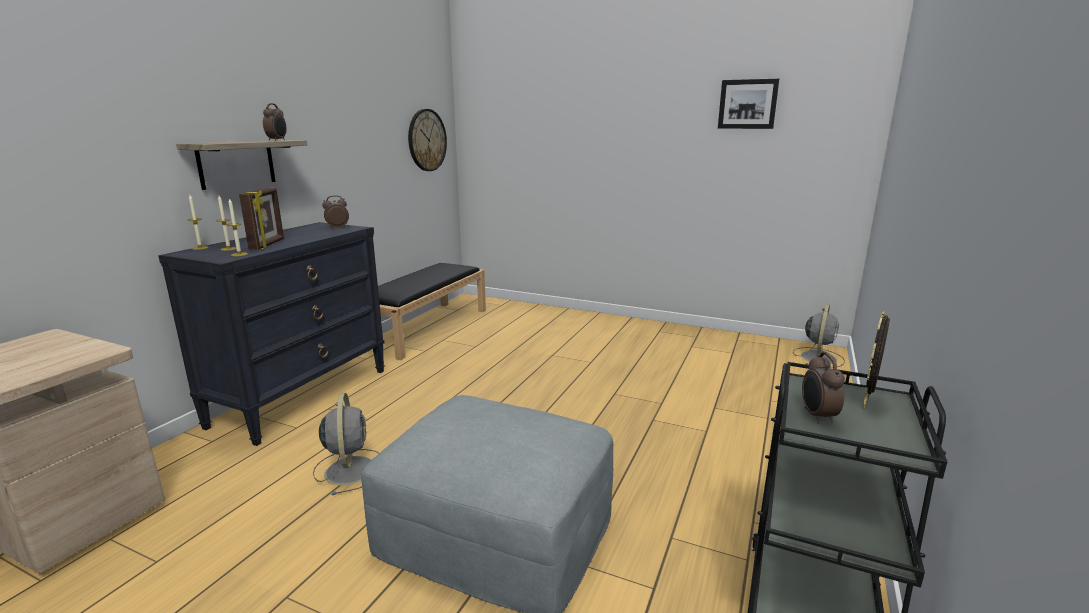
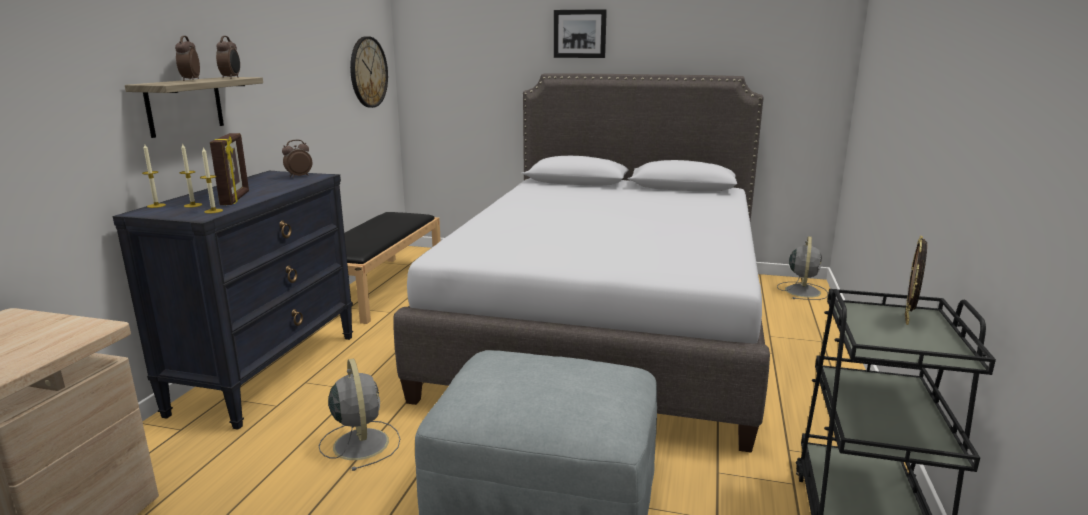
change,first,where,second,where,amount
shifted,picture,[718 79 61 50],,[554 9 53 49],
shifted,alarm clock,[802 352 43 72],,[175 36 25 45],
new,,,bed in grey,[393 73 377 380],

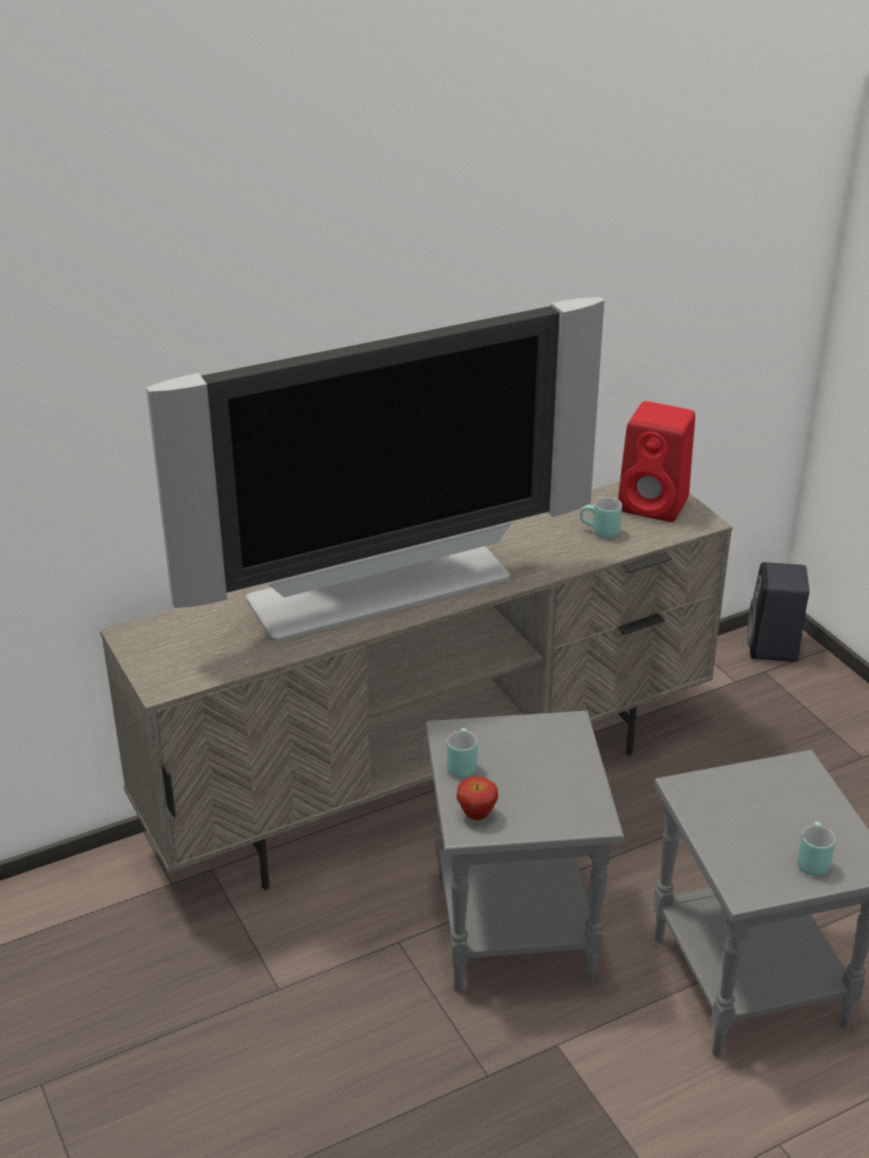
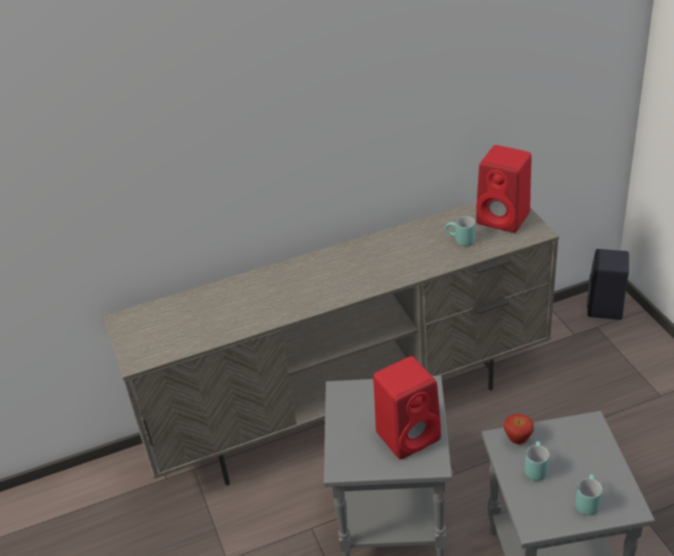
change,first,where,second,where,amount
gone,television,[146 297 458 345],,,
shifted,mug in turquoise,[447 728 31 50],,[525 441 25 40],
shifted,apple,[457 777 41 43],,[504 414 30 30],
new,,,speaker in red,[373 356 68 103],

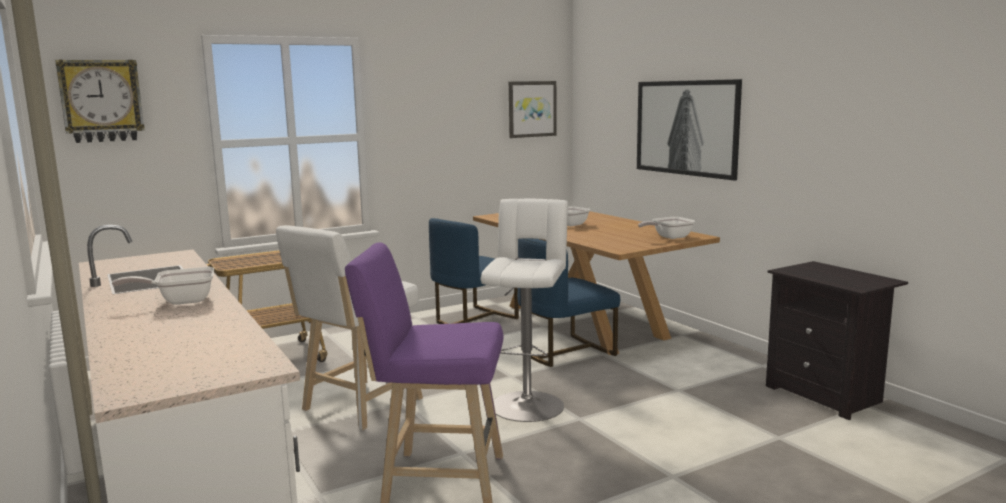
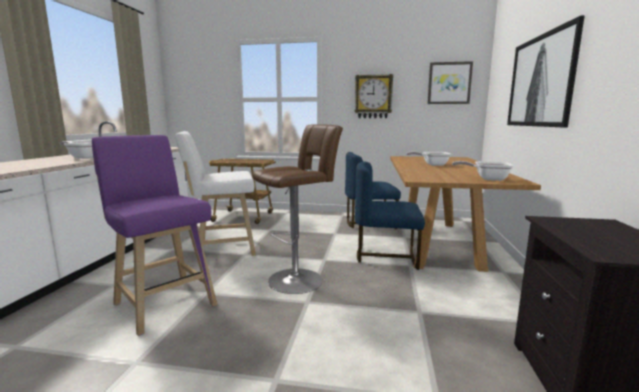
change,first,where,second,where,amount
shifted,wall clock,[55 59 90 84],,[355 74 38 44],
repainted,stool in white,[481 199 87 223],stool in brown,[253 124 90 170],

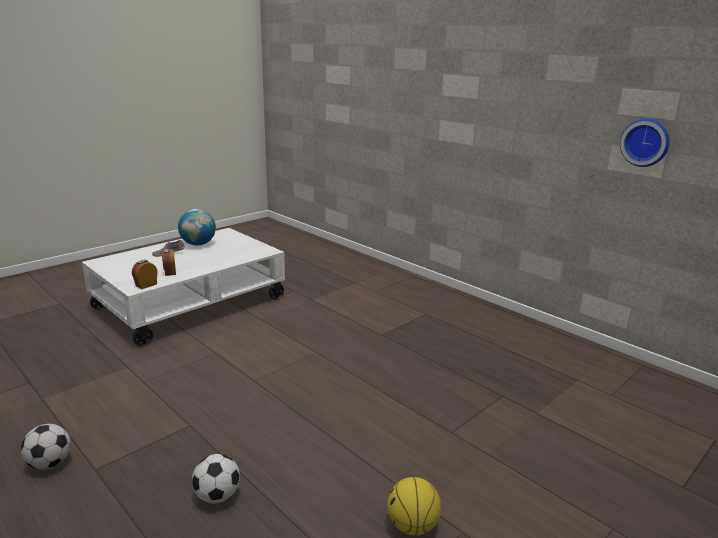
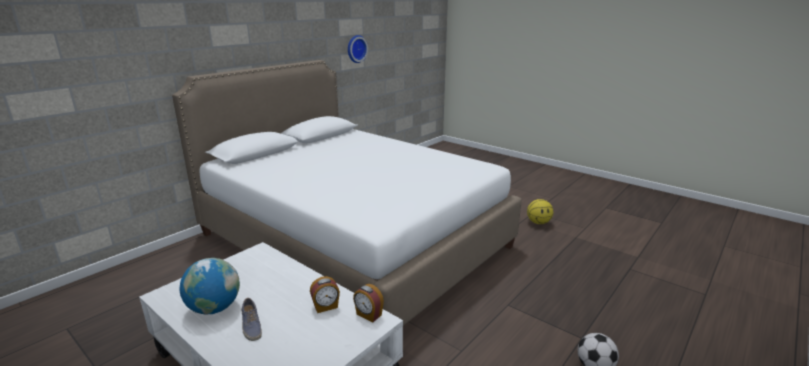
change,first,where,second,where,amount
gone,football,[192 454 48 50],,,
new,,,bed in white,[172 60 350 266],

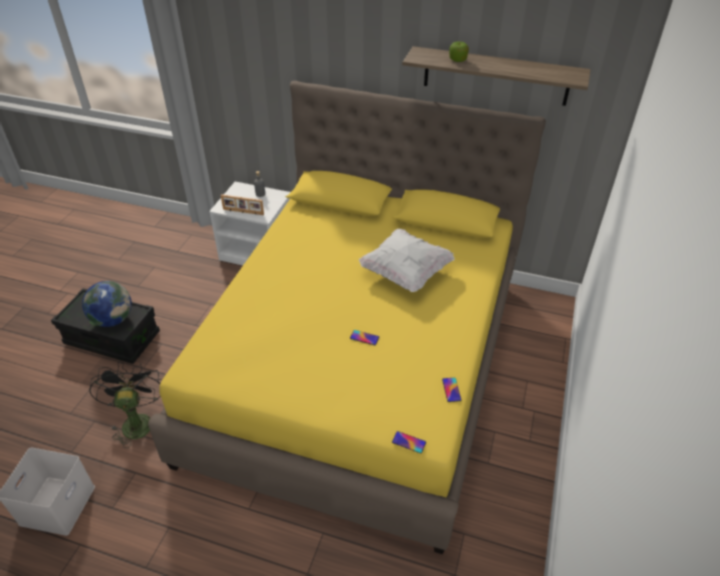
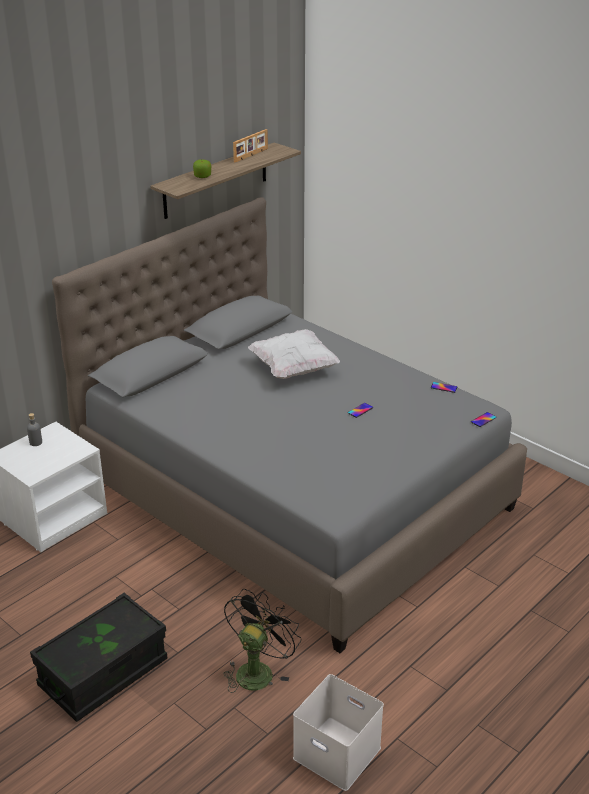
change,first,where,second,where,amount
gone,globe,[82 281 50 46],,,
rotated,fan in black,[89 362 73 86],,[223 589 78 104],105 degrees clockwise
repainted,bed in yellow,[148 81 398 473],bed in grey,[52 197 475 456],
shifted,picture frame,[221 194 43 21],,[233 129 35 33],

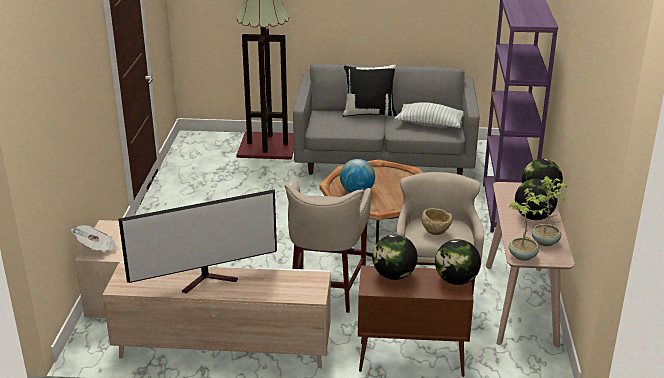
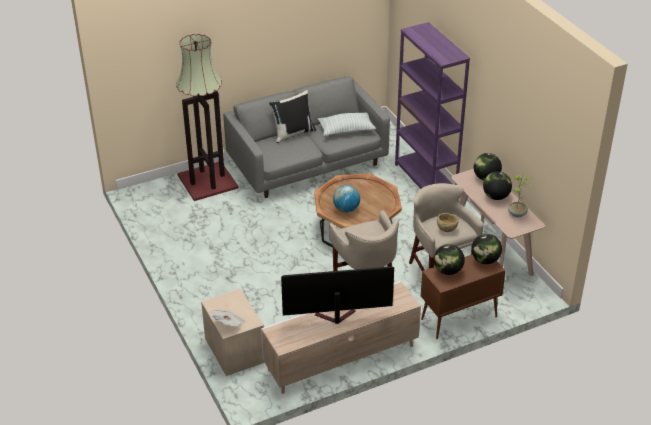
change,first,where,second,where,amount
rotated,television,[119 189 158 105],,[281 266 113 58],135 degrees counterclockwise
gone,potted plant,[508 188 45 73],,,

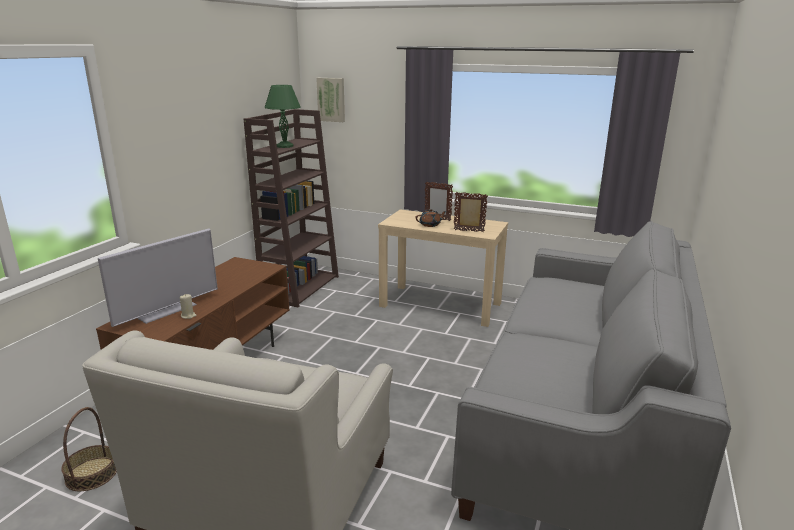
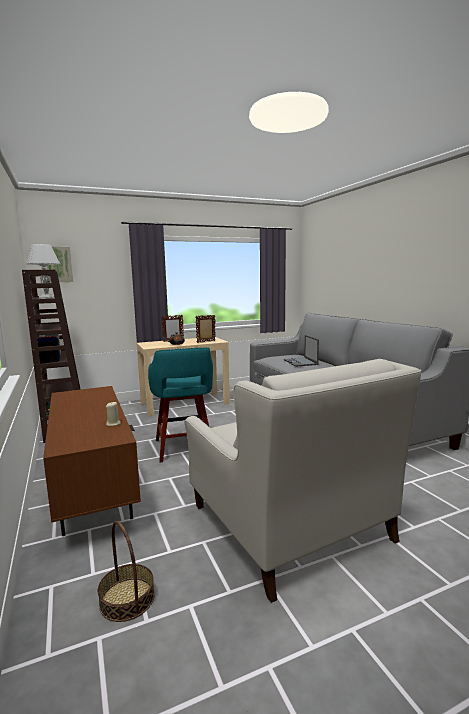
change,first,where,second,where,amount
gone,television,[98 228 120 99],,,
repainted,table lamp in green,[264 85 36 63],table lamp in white,[26 244 34 55],
new,,,stool in turquoise,[148 347 65 116],
new,,,laptop,[284 335 35 32],

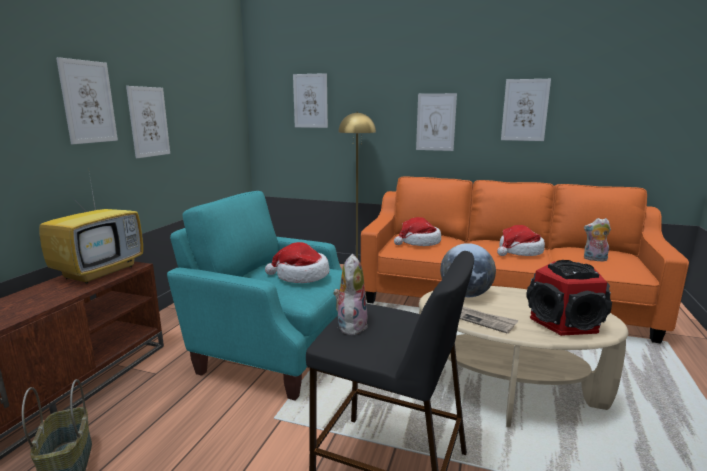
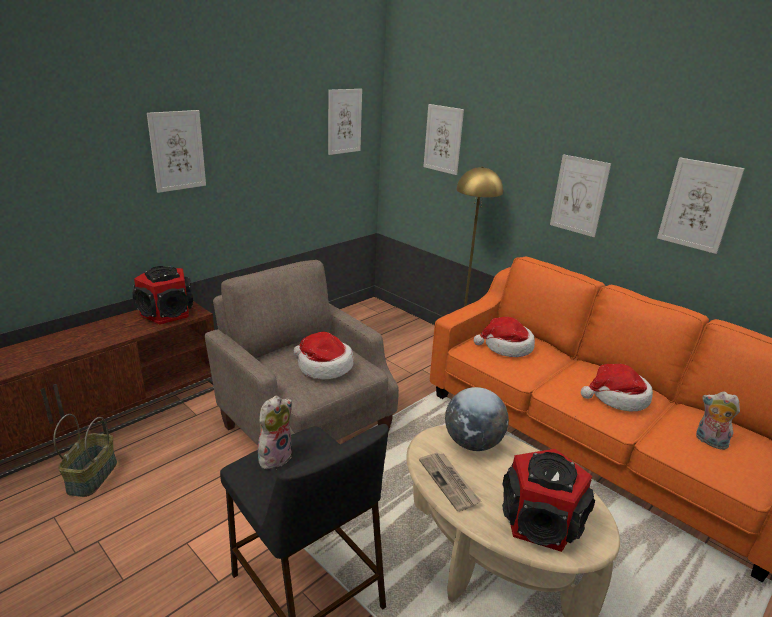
change,first,where,second,where,amount
swapped,television,[39 174 104 110],speaker,[132 266 61 58],
shifted,picture,[126 86 44 72],,[328 89 34 66],
repainted,armchair in turquoise,[167 191 175 210],armchair in beige,[205 260 194 186],

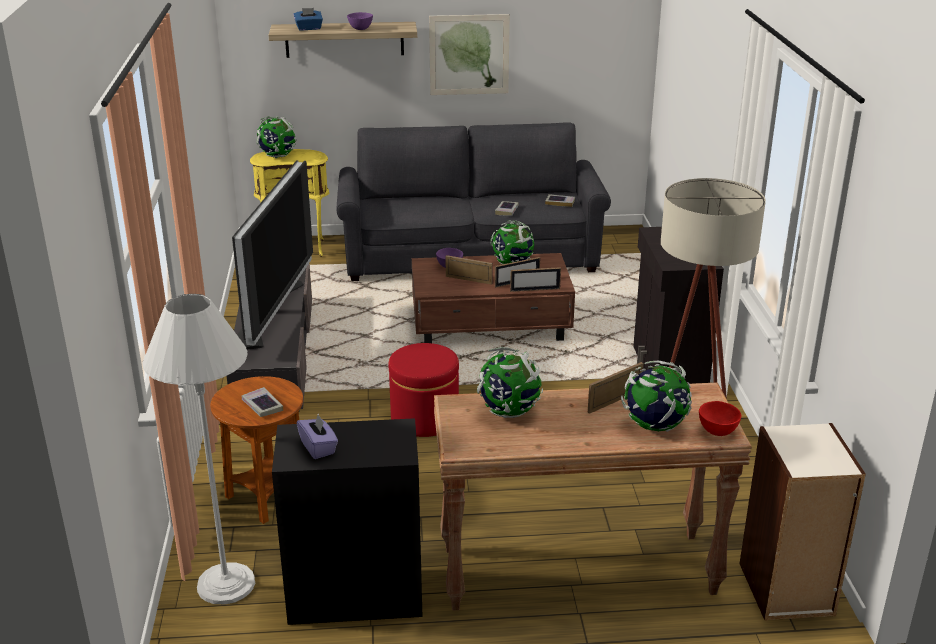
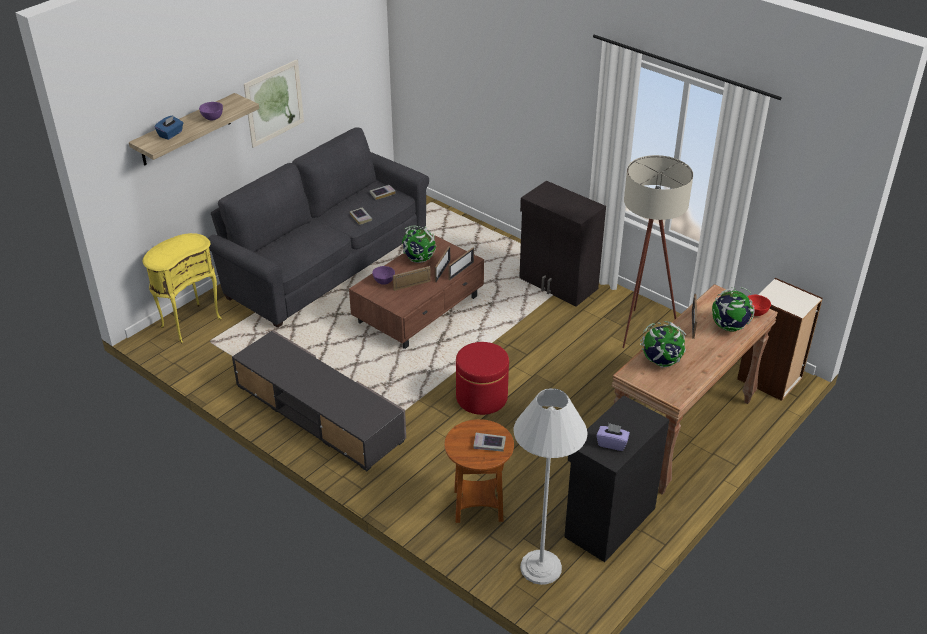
change,first,where,second,where,amount
gone,television,[232 160 81 190],,,
gone,globe,[257 116 40 42],,,

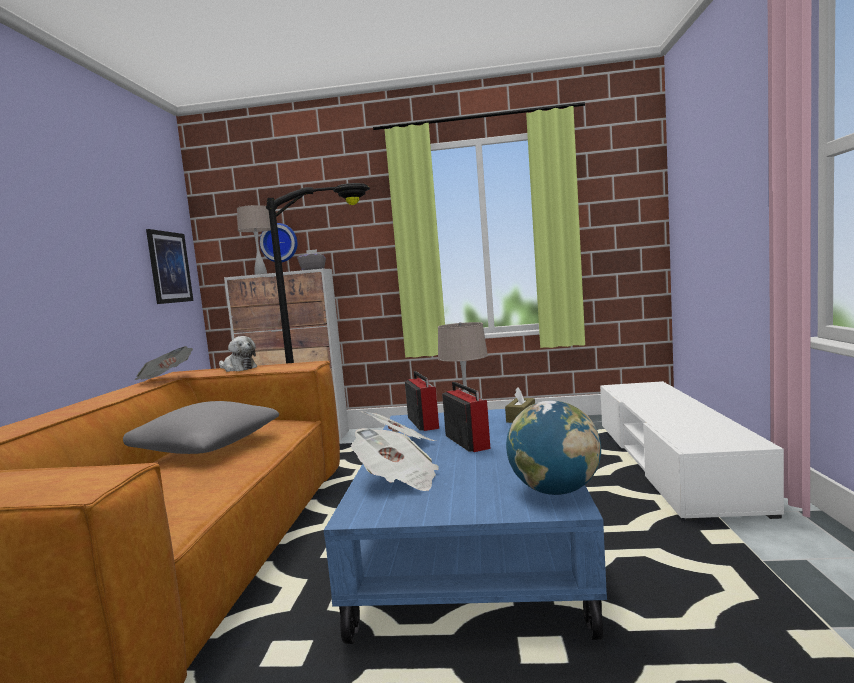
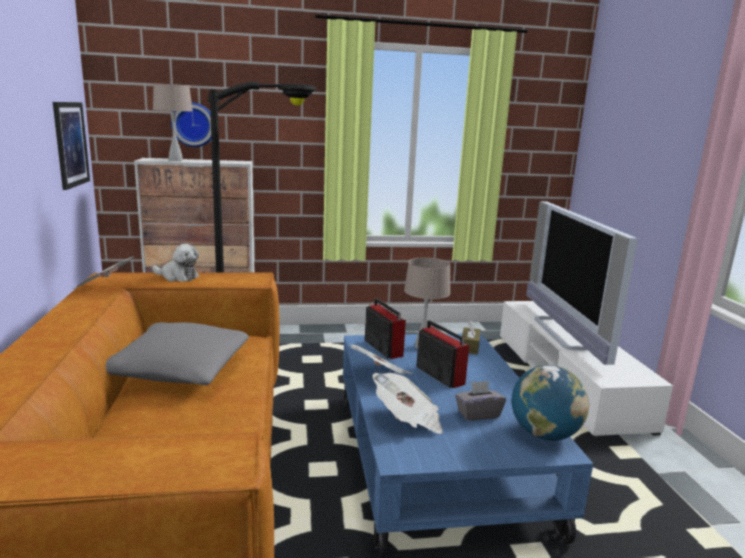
change,first,where,second,where,amount
shifted,tissue box in grey,[297 249 29 21],,[455 381 51 40],
new,,,television,[526 201 112 164],

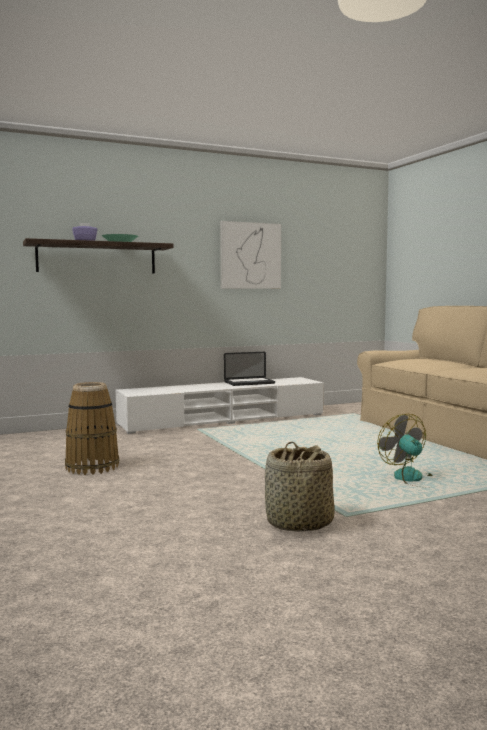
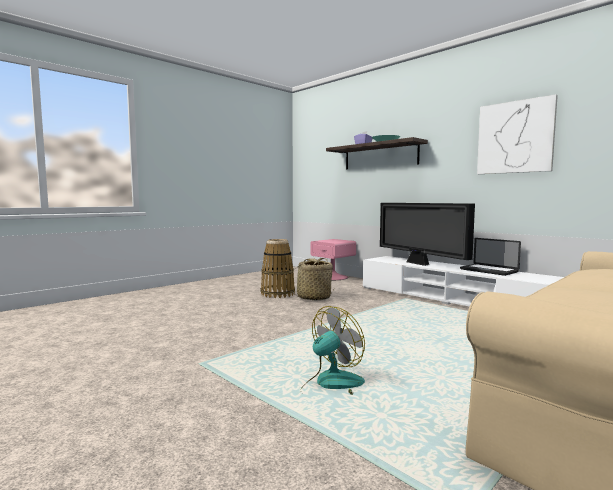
change,first,where,second,where,amount
shifted,basket,[265 442 70 90],,[291 258 42 42],
new,,,nightstand in pink,[310 239 46 41],
new,,,television,[380 203 95 63],

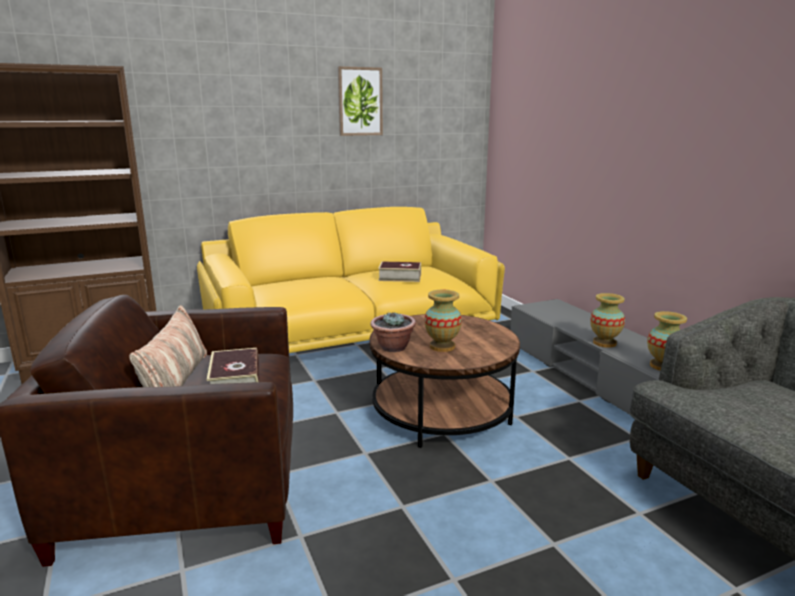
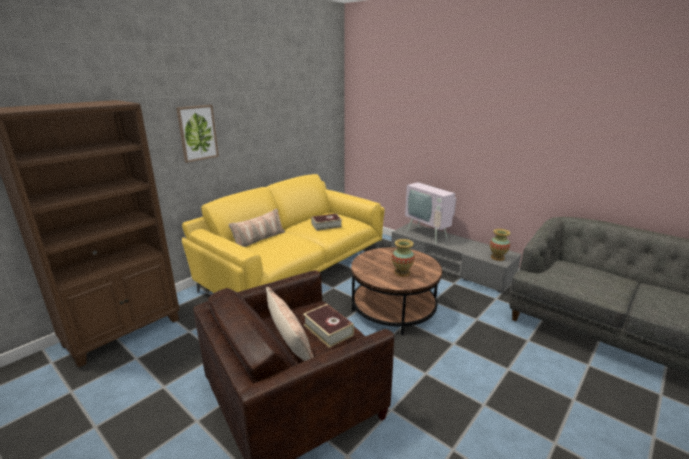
change,first,where,second,where,amount
shifted,picture,[338 66 45 70],,[176 105 43 58],
gone,potted plant,[370 312 46 40],,,
gone,vase,[590 293 35 55],,,
new,,,pillow,[229 208 56 39],
new,,,television,[405 164 51 80],

